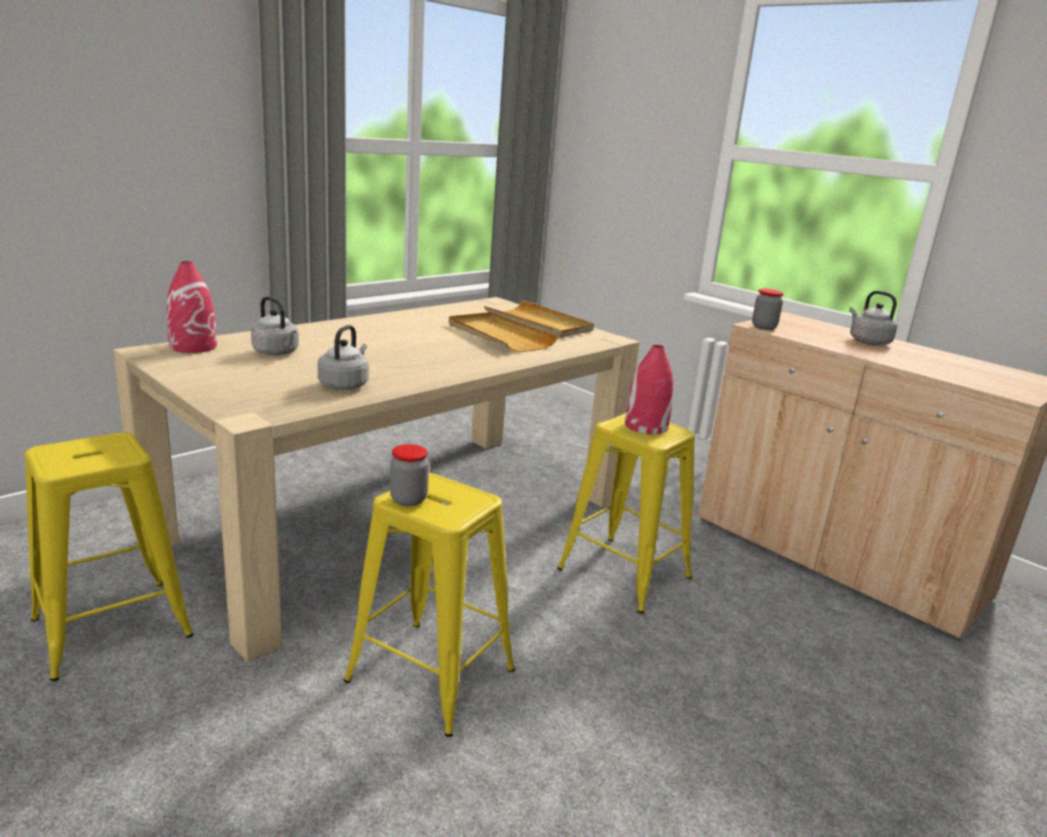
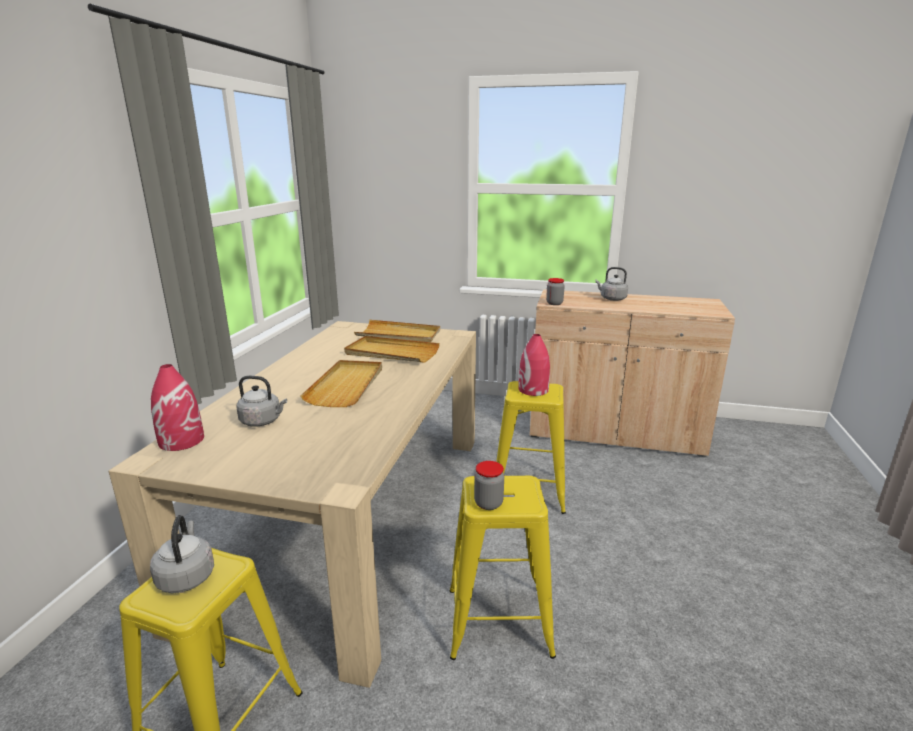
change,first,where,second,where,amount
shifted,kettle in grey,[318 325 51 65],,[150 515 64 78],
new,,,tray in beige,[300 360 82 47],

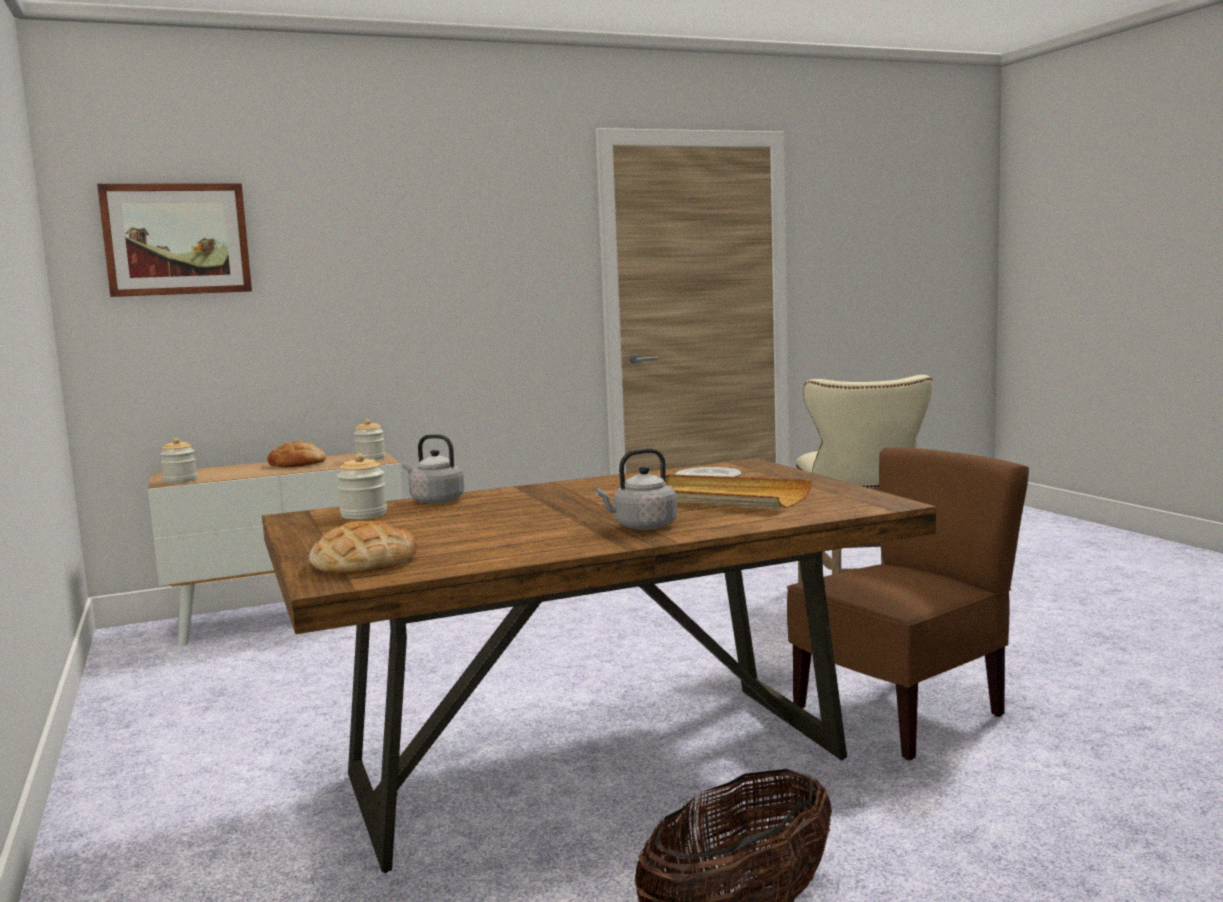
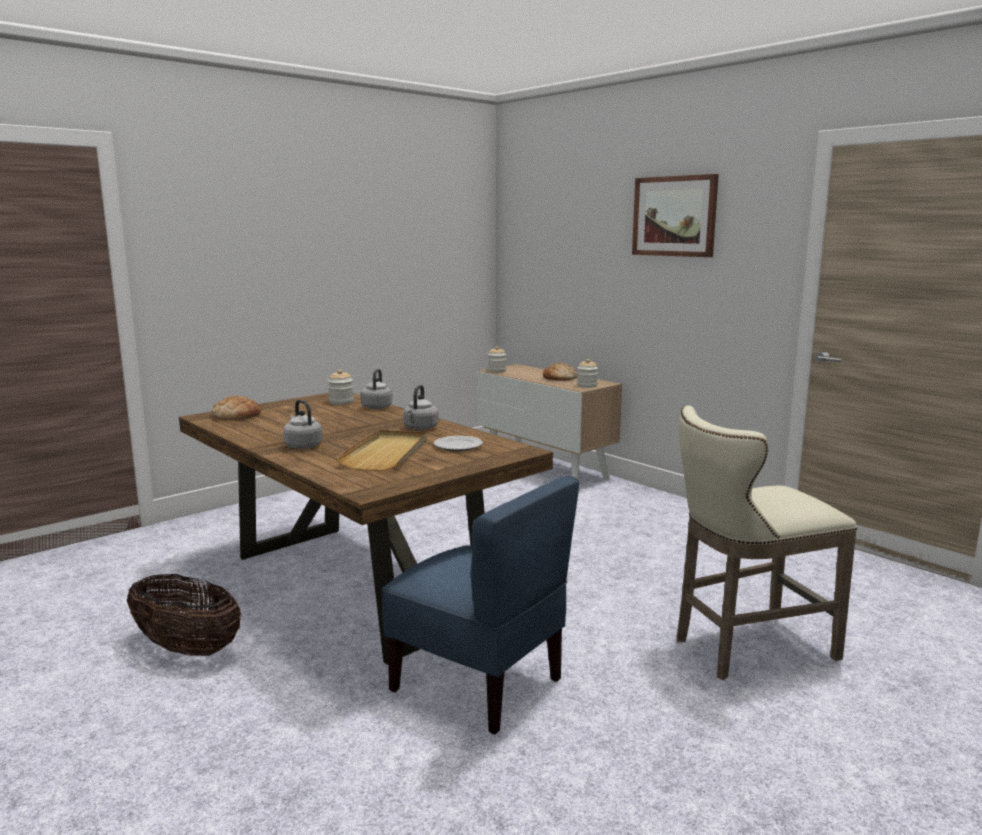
change,first,where,second,where,amount
shifted,picture,[97 183 155 114],,[632 174 87 83],
repainted,chair in brown,[787 447 242 314],chair in blue,[381 476 198 259],
new,,,kettle in grey,[403 385 36 45],

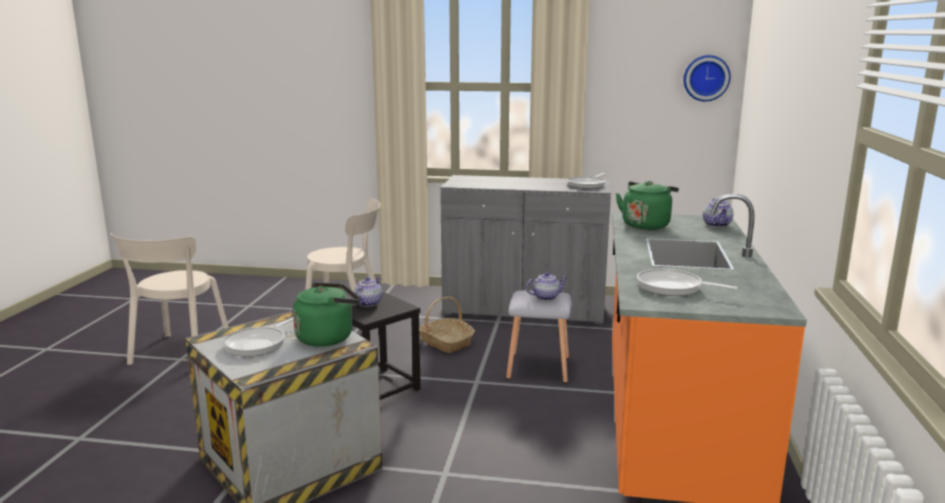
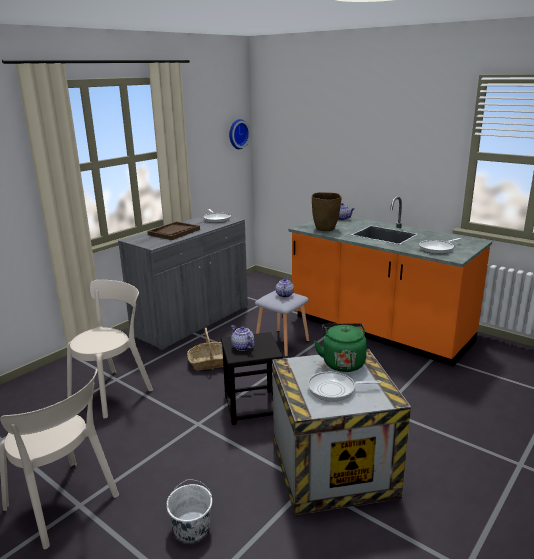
change,first,where,second,where,amount
rotated,frying pan,[223 317 70 40],,[308 372 73 30],120 degrees clockwise
swapped,kettle in green,[616 181 63 49],vase in brown,[312 192 30 39],
new,,,tray in brown,[147 221 53 19],
new,,,bucket in white,[166 479 46 62],

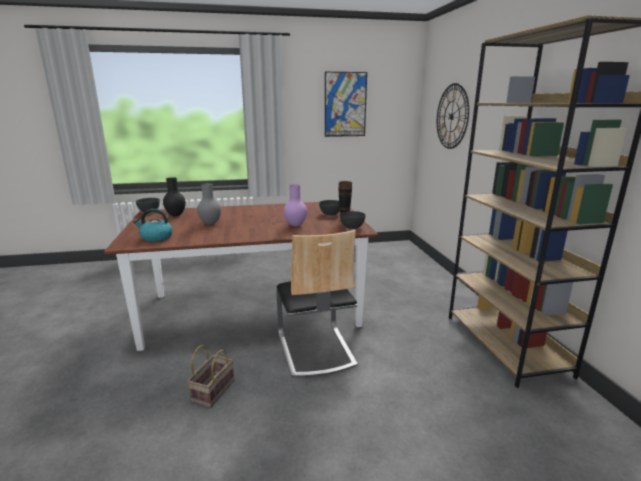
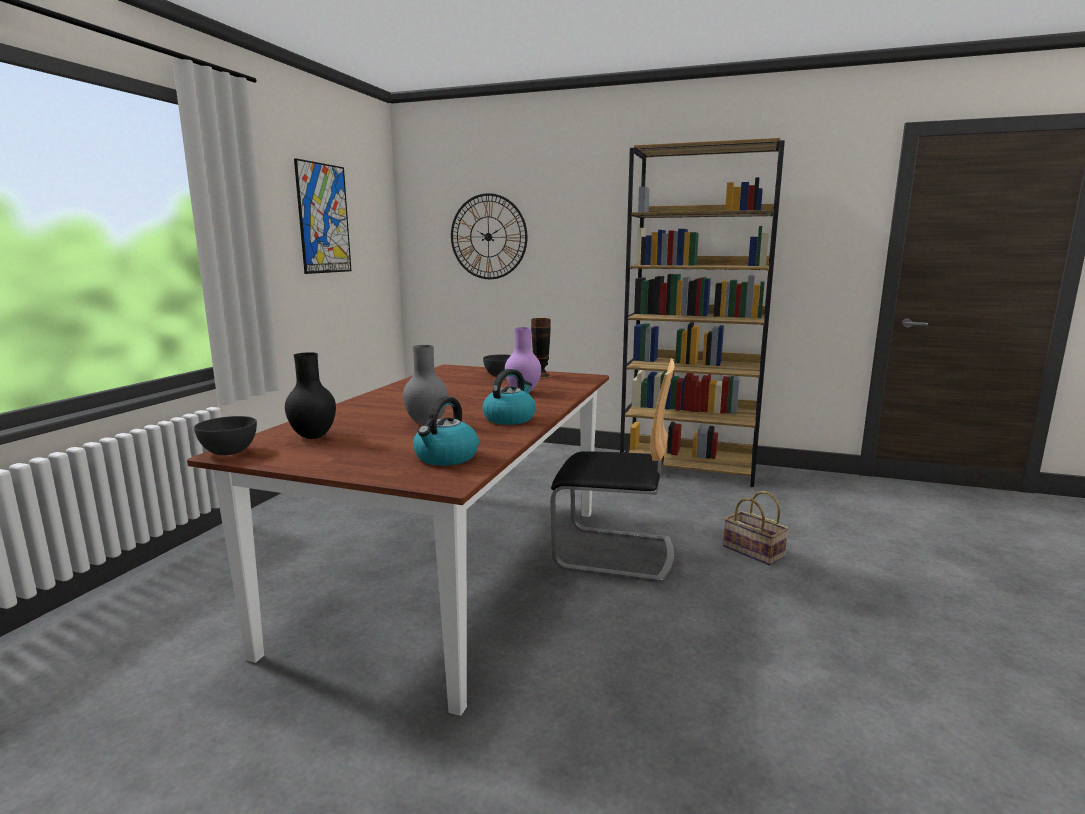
change,first,where,second,where,amount
shifted,basket,[187 345 47 63],,[723 491 66 75],
gone,bowl in grey,[340 211 26 18],,,
new,,,kettle,[482 369 54 56],

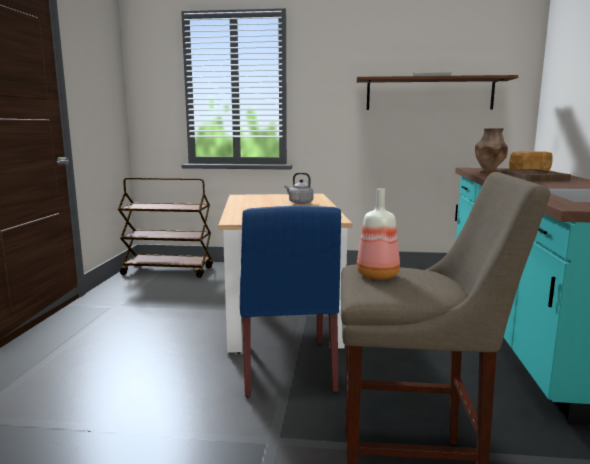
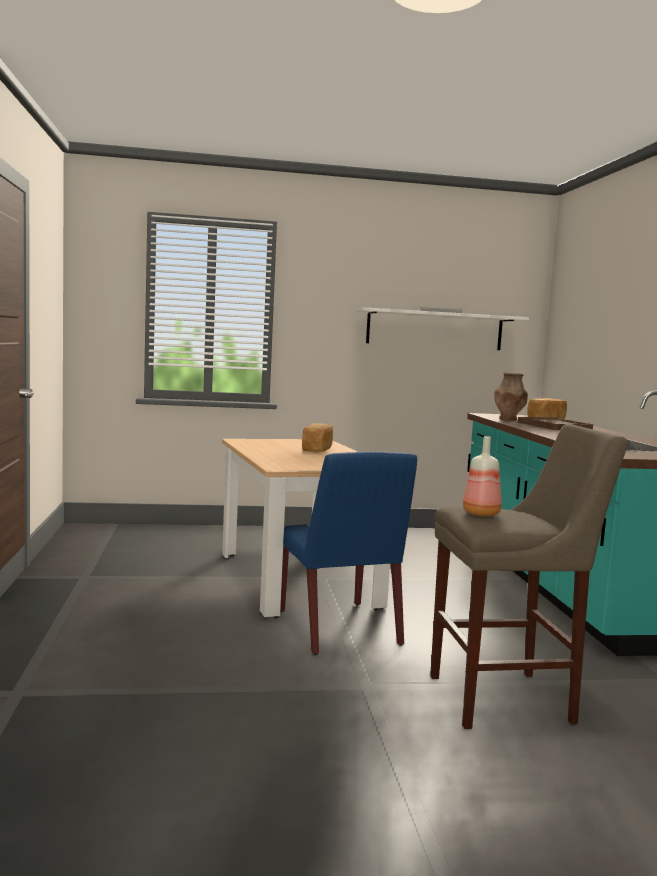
change,first,where,second,where,amount
gone,cart in brown,[118 178 95 100],,,
swapped,kettle in grey,[284 172 29 32],bread,[302 423 31 29],
repainted,shelf in brown,[356 75 162 35],shelf in white,[355 307 174 43],

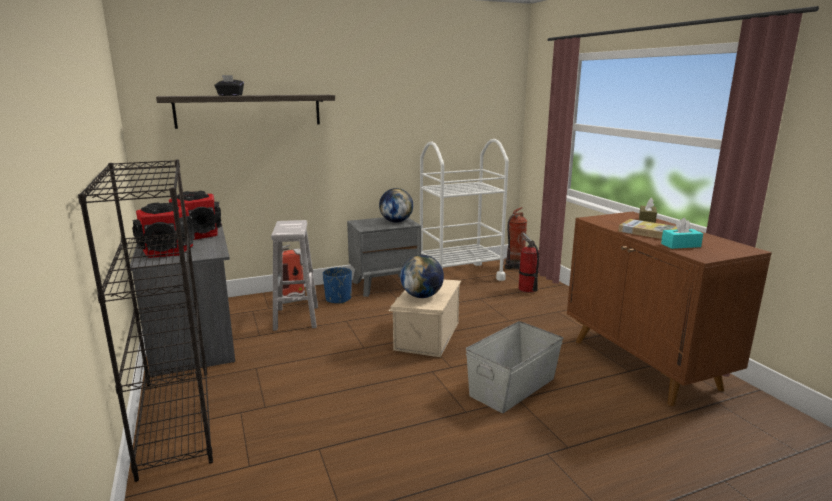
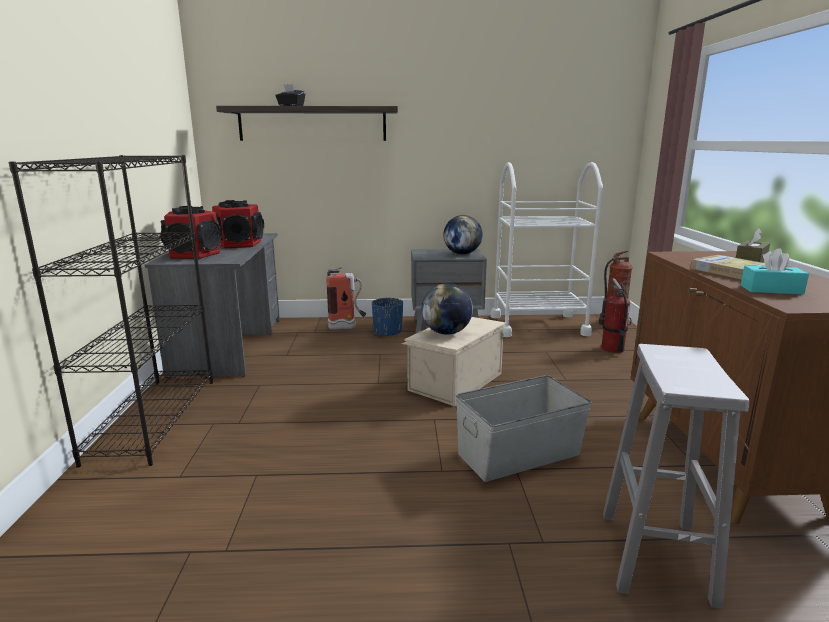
change,first,where,second,where,amount
shifted,stool in white,[271 220 47 111],,[603 344 146 265],

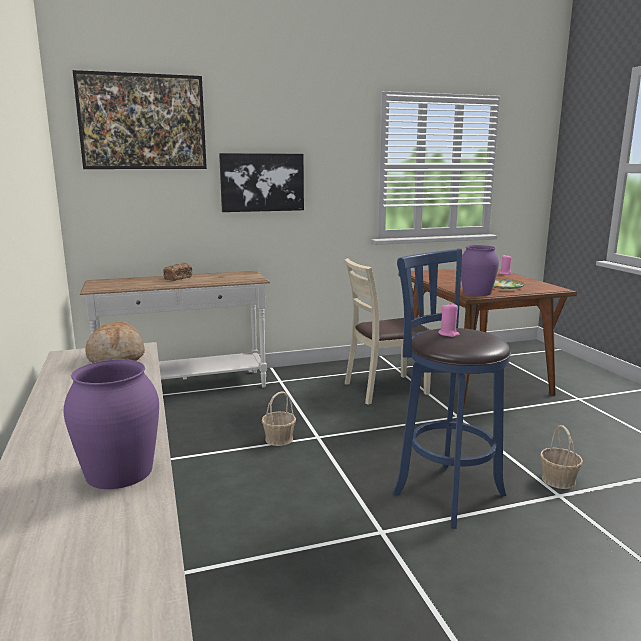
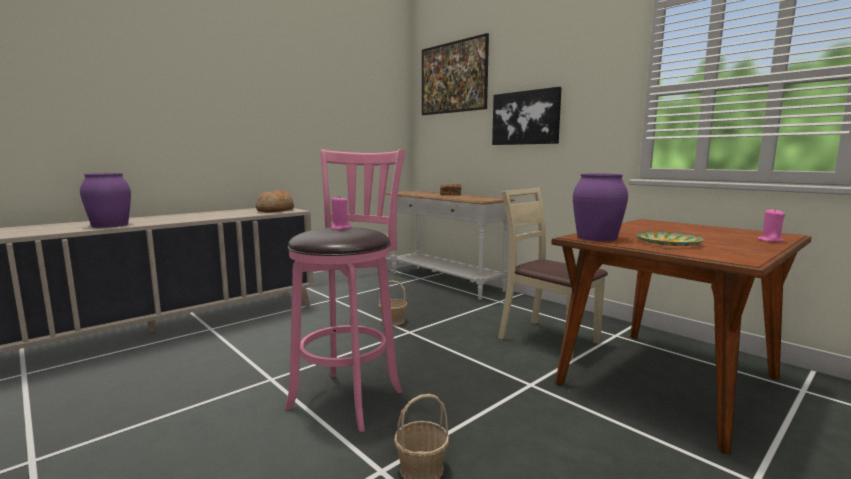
change,first,where,second,where,amount
repainted,stool in blue,[393 249 118 280],stool in pink,[285 149 120 283],

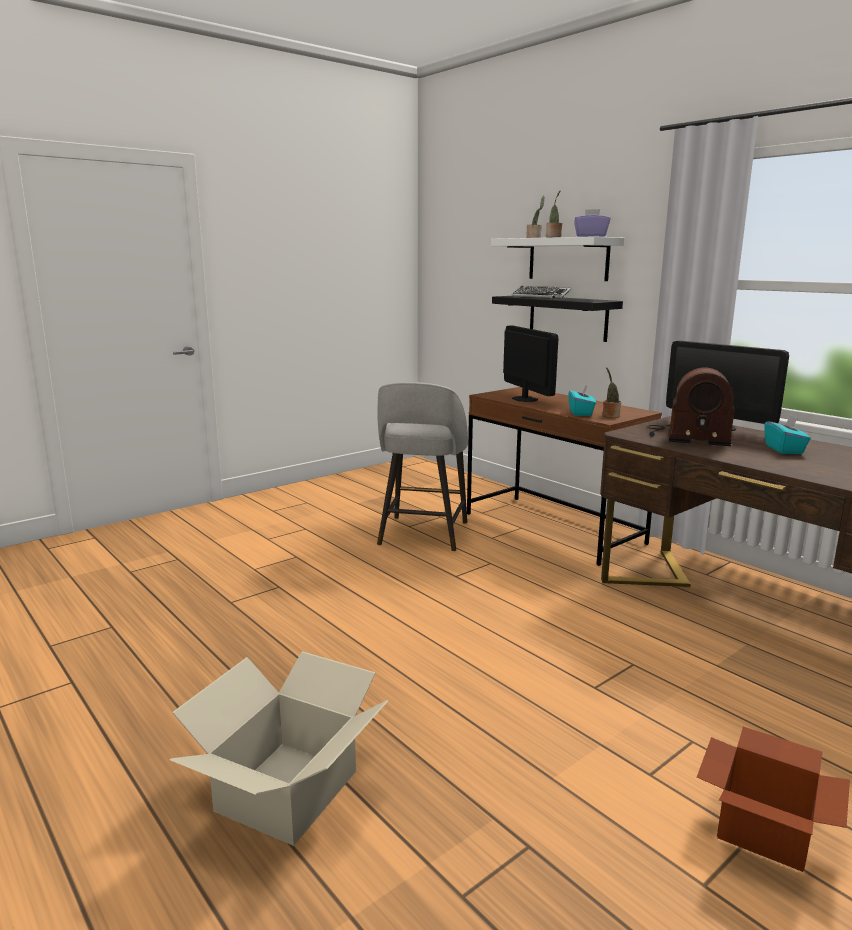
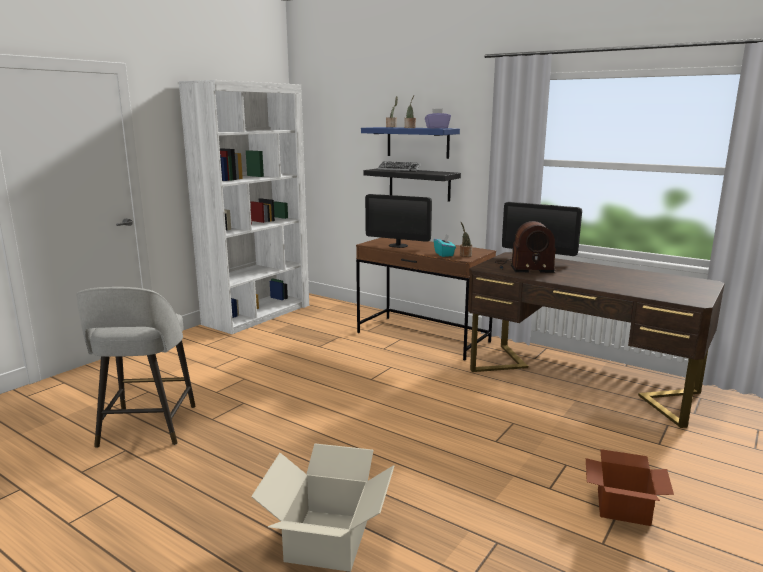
change,first,where,second,where,amount
shifted,stool in grey,[377 382 91 169],,[76 287 119 161],
repainted,shelf in white,[491 236 133 45],shelf in blue,[361 127 99 32],
rotated,monitor,[503 325 55 77],,[365 194 67 54],150 degrees clockwise
gone,tissue box in turquoise,[764 414 47 40],,,
new,,,bookcase in white,[179 80 130 254],

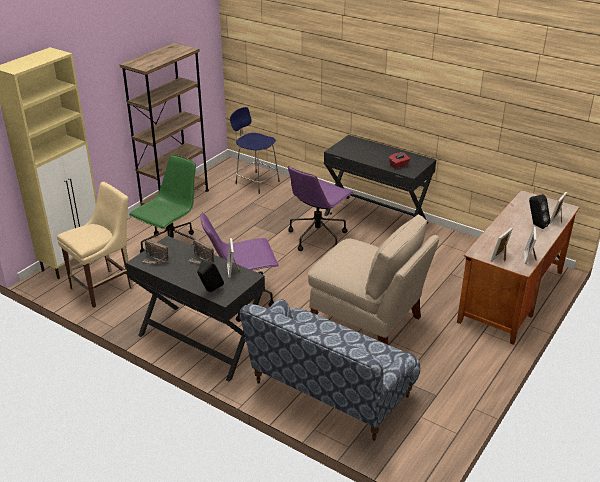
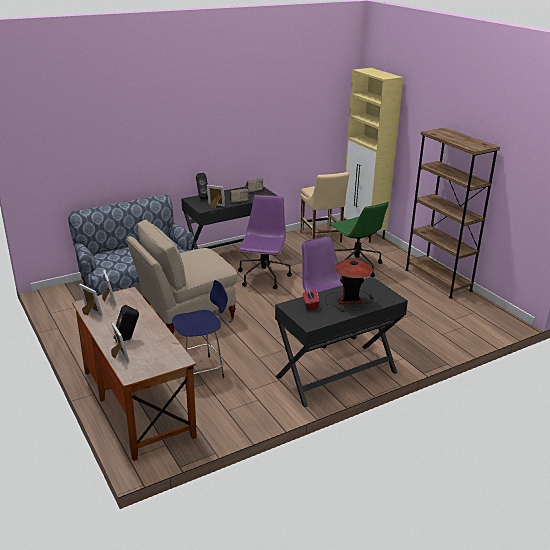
change,first,where,second,where,amount
shifted,stool in blue,[230 107 50 87],,[172 280 56 109],
new,,,table lamp,[325 260 48 53],

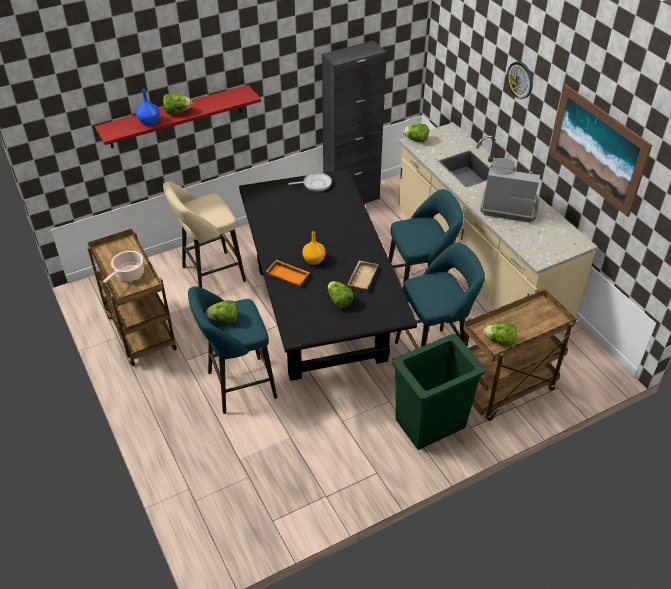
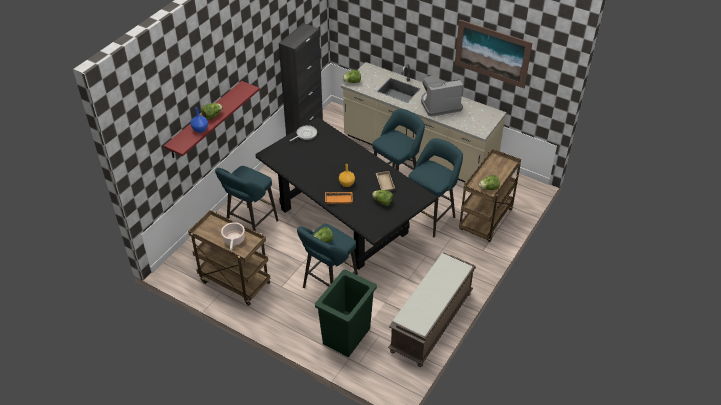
change,first,where,second,where,amount
repainted,stool in beige,[163 182 83 106],stool in turquoise,[215 166 63 66],
shifted,trash can in green,[392 334 94 116],,[315 269 62 88],
gone,wall clock,[507 61 26 38],,,
new,,,bench in brown,[388 252 88 115],

